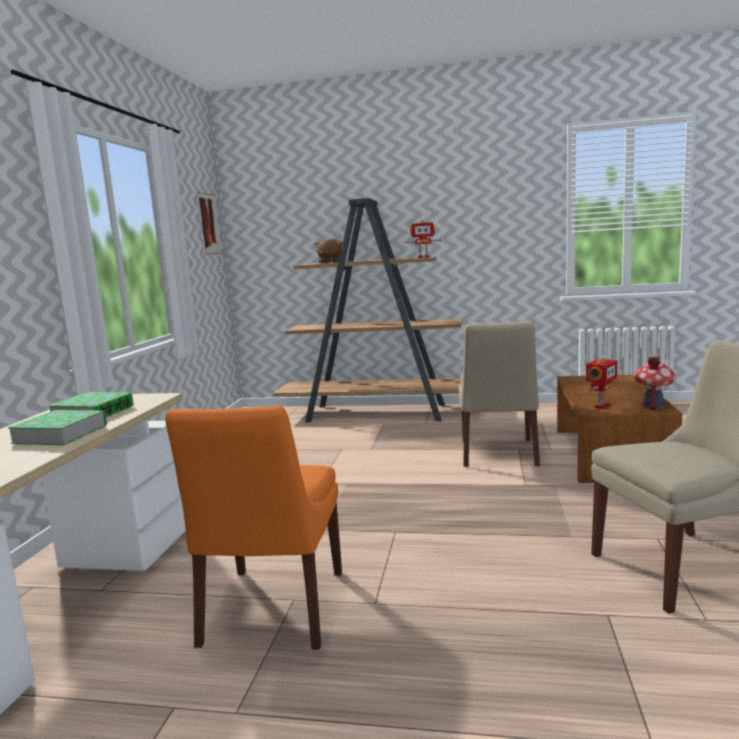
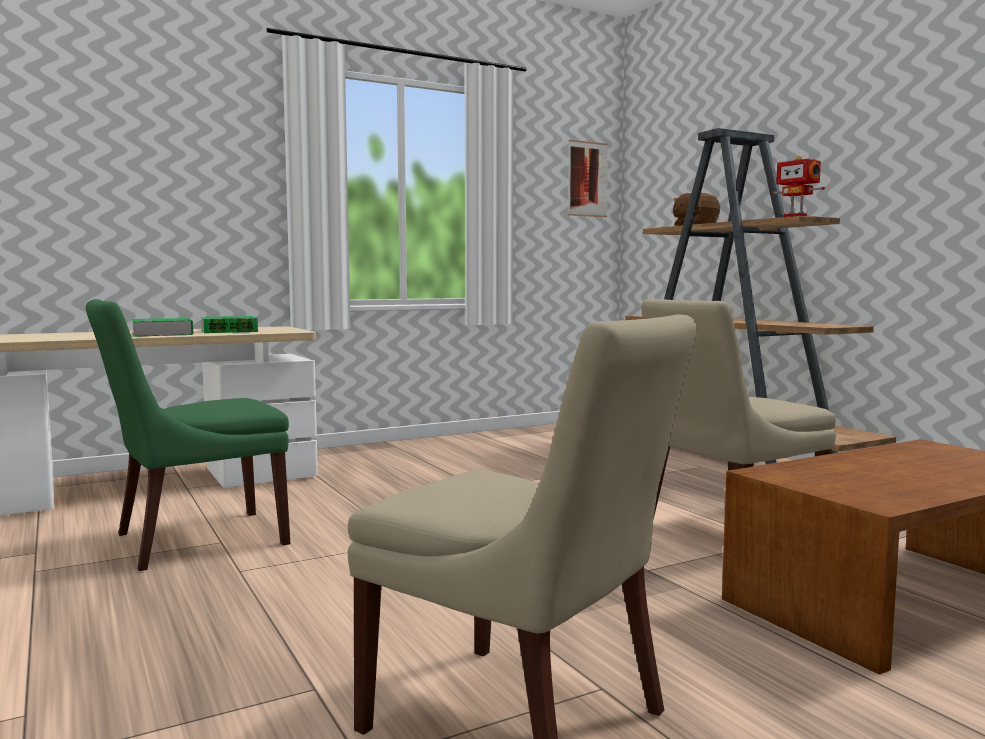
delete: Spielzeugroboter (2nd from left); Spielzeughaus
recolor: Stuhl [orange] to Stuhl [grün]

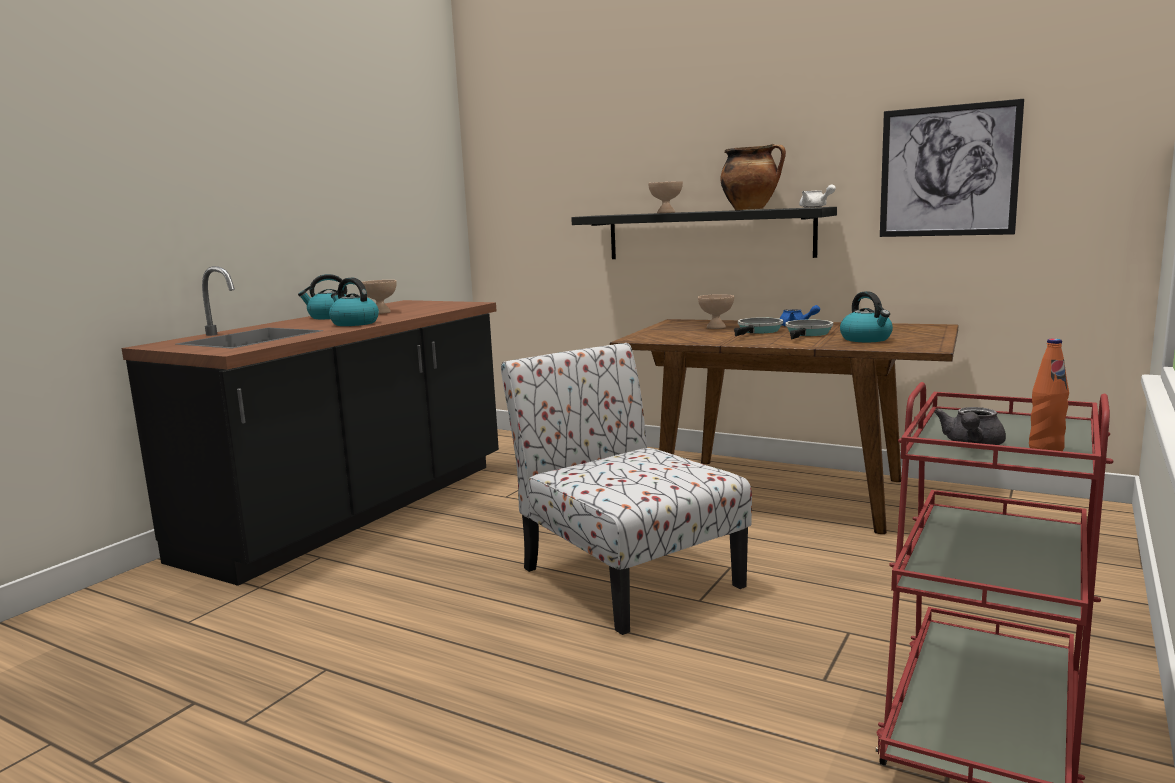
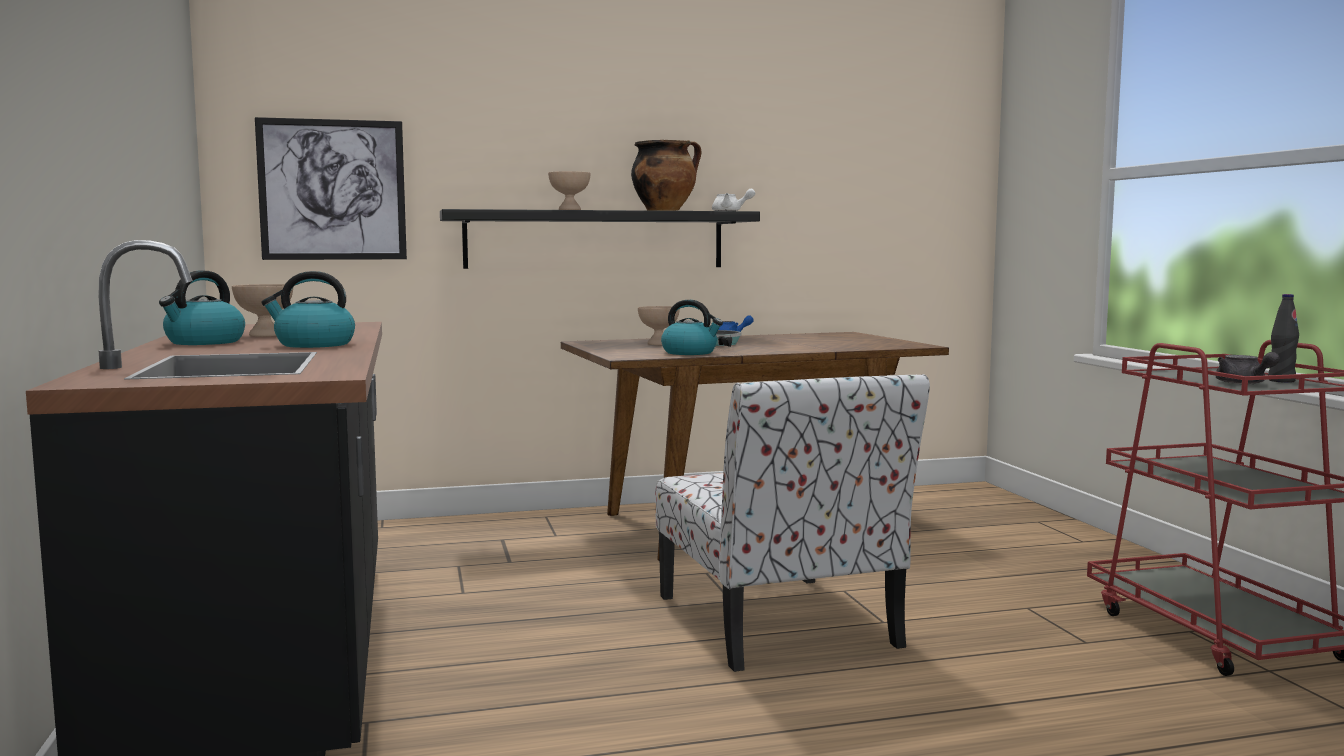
delete: Pfanne (2nd from left)
move: Wasserkessel (3rd from left); Bild
recolor: Flasche [orange] to Flasche [schwarz]
rotate: Stuhl 120 degrees counterclockwise

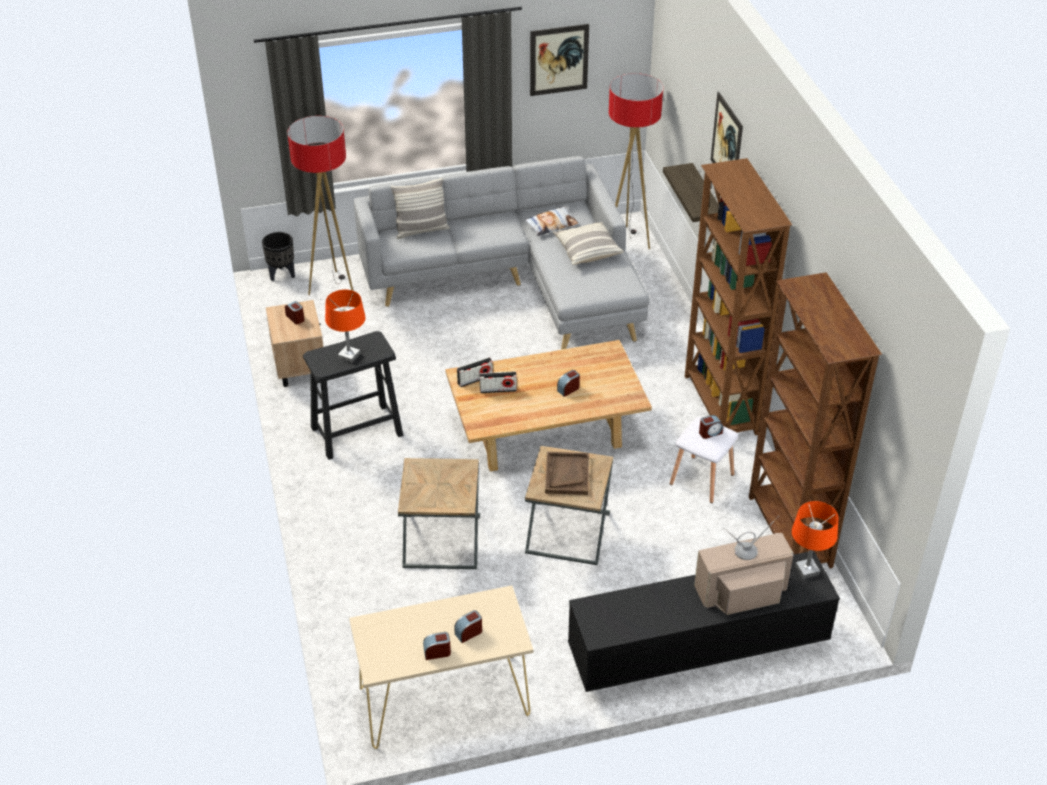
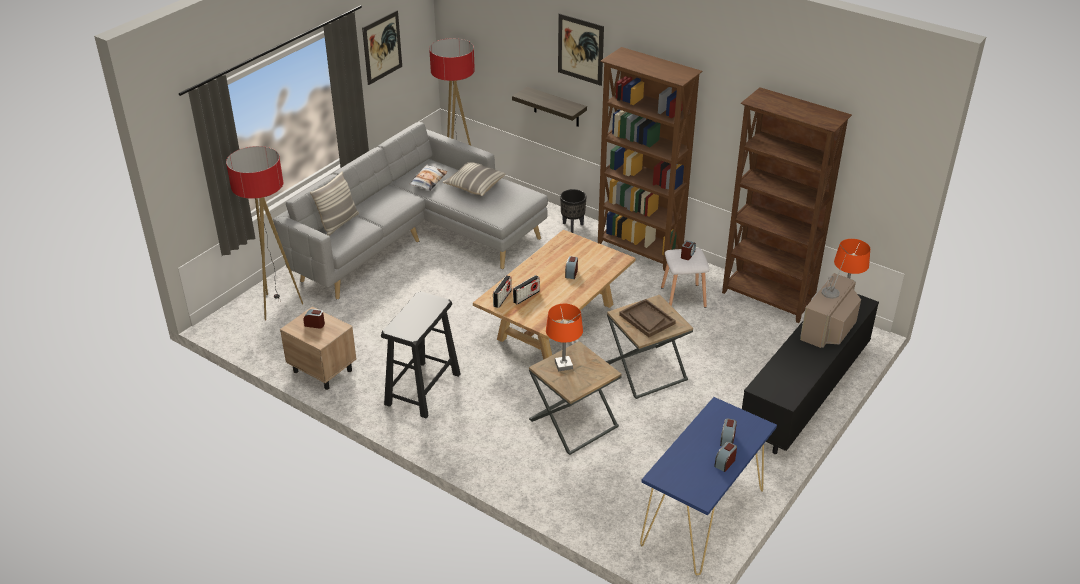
move: Pflanzkübel [schwarz]; Tischlampe [orange] (1st from left)
recolor: Konsolentisch [beige] to Konsolentisch [blau]

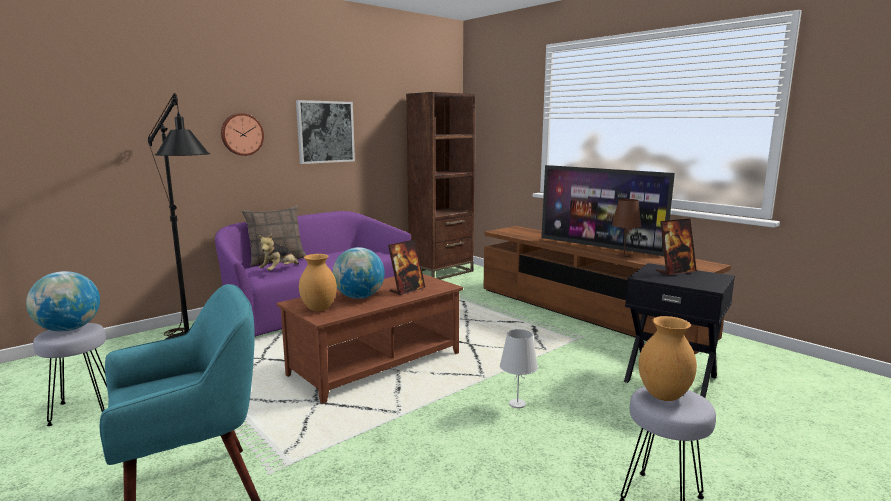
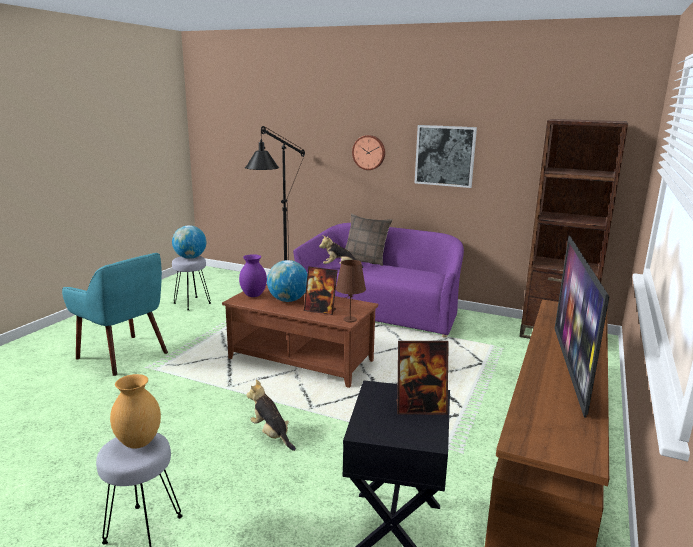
move: Tischlampe [braun]
replace: Tischlampe [weiß] to Plüschtier (1st from left)
recolor: Vase [braun] (1st from left) to Vase [lila]
rotate: Bilderrahmen (2nd from left) 45 degrees counterclockwise

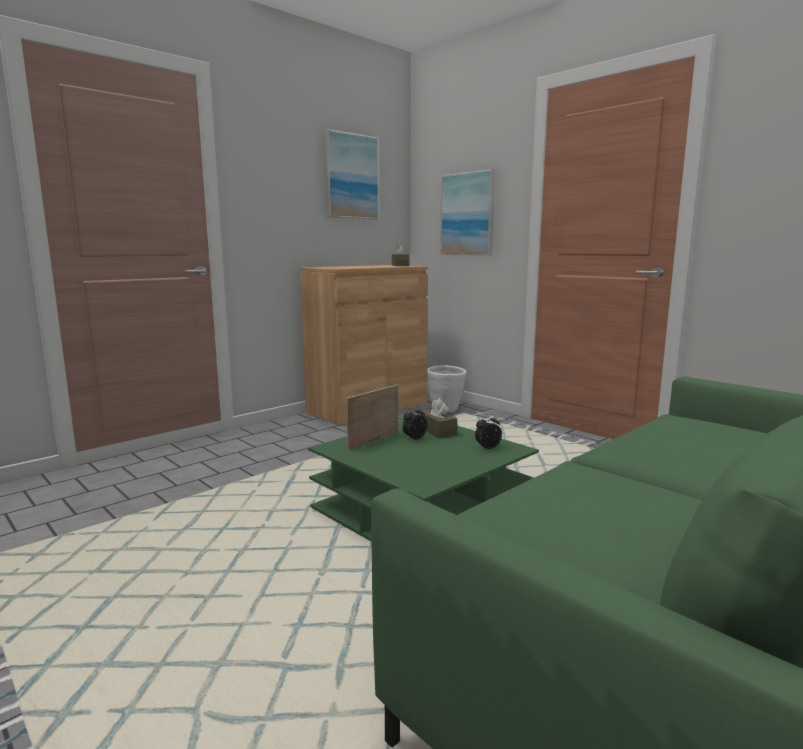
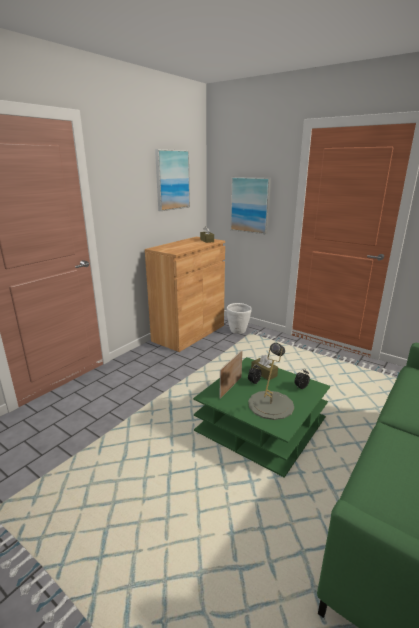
insert: Tischlampe [grau]

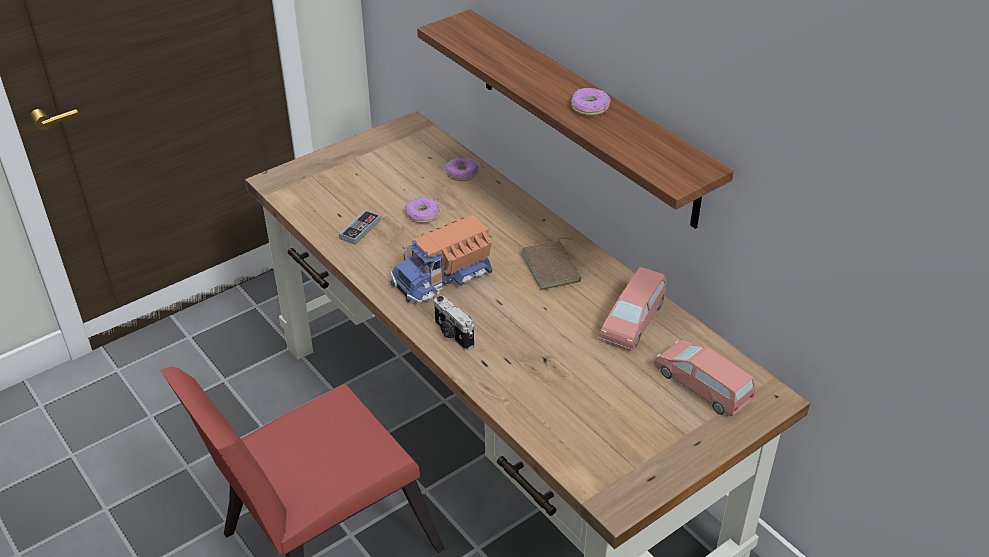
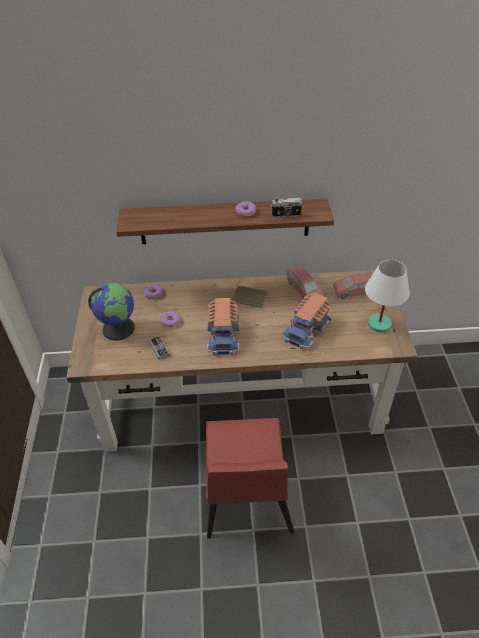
insert: Globus; Spielzeuglaster (2nd from left); Tischlampe [weiß]
move: Kamera

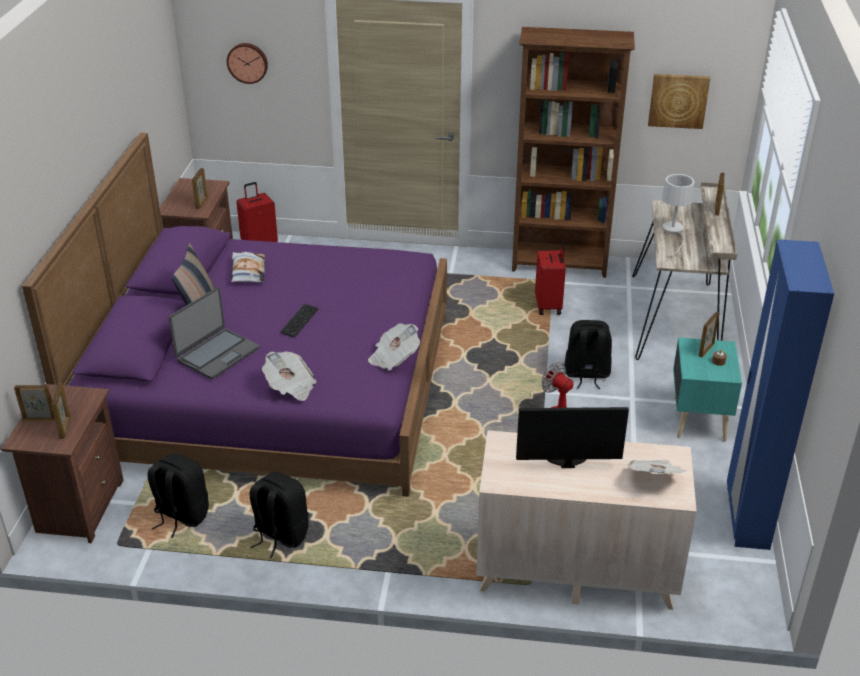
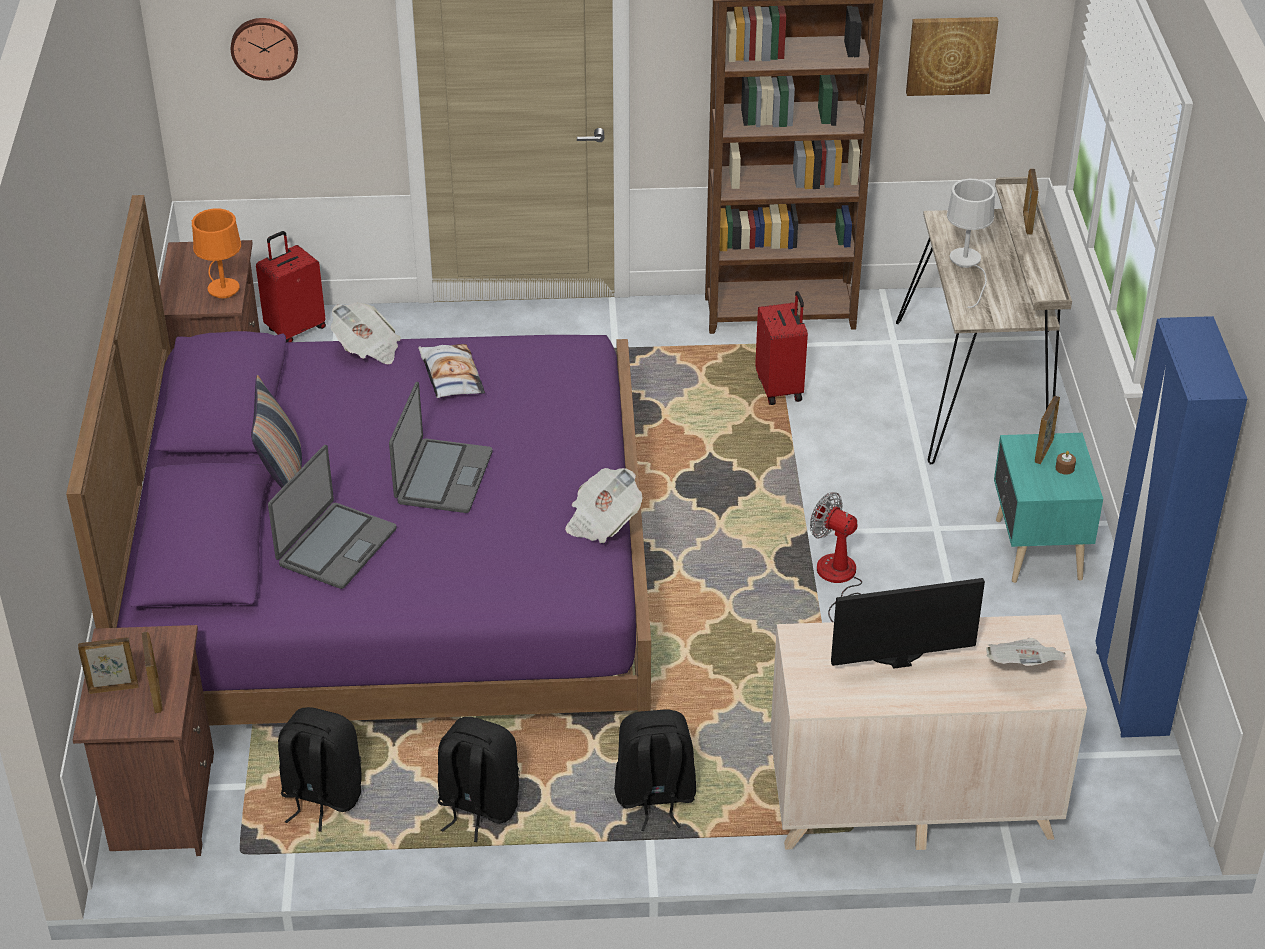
move: Kissen (2nd from left); Zeitung (1st from left); Rucksack [schwarz] (3rd from left)
replace: Bilderrahmen (3rd from left) to Tischlampe [orange]; Tastatur to Laptop (2nd from left)

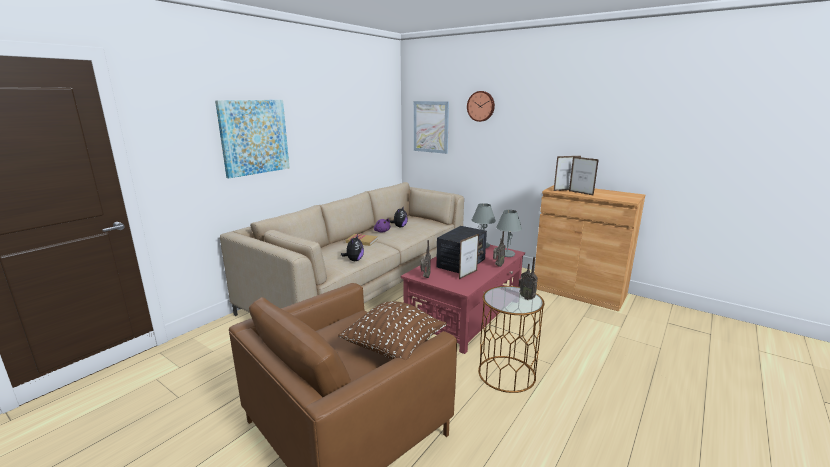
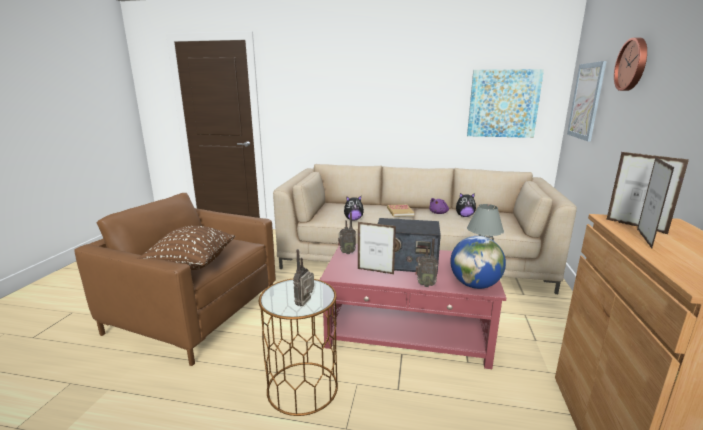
move: Bild (1st from left)
replace: Tischlampe [grau] (2nd from left) to Globus

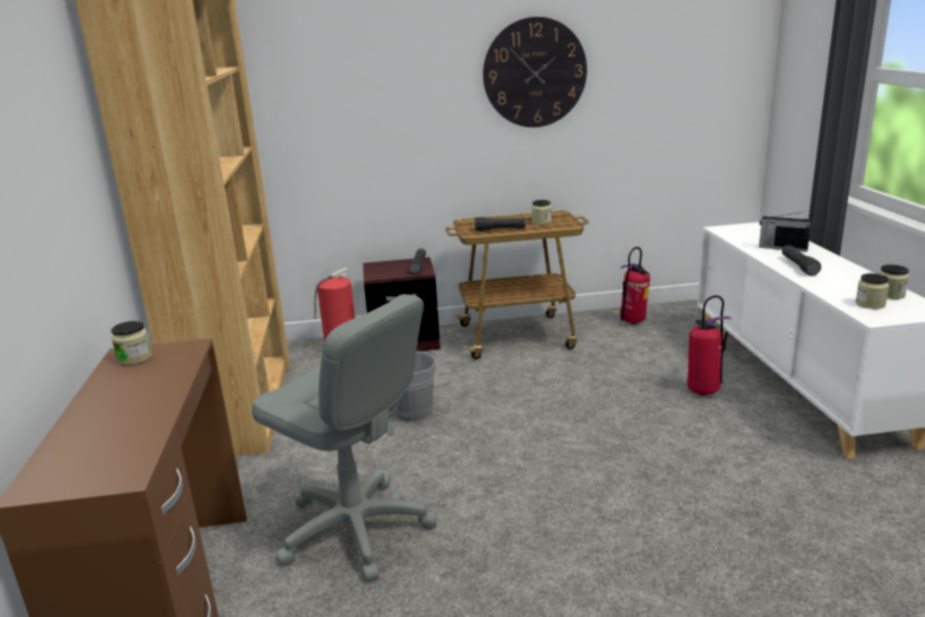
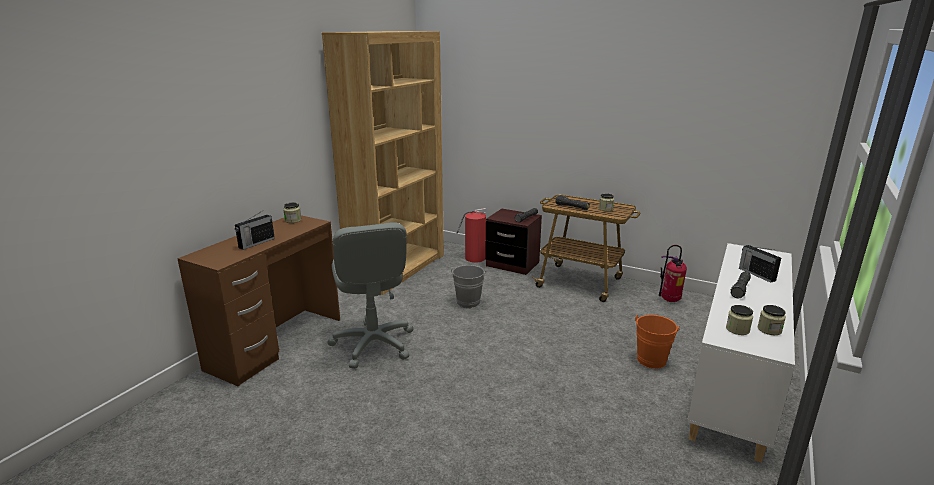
delete: Wanduhr
insert: Radio (1st from left)
replace: Feuerlöscher (3rd from left) to Eimer [orange]

